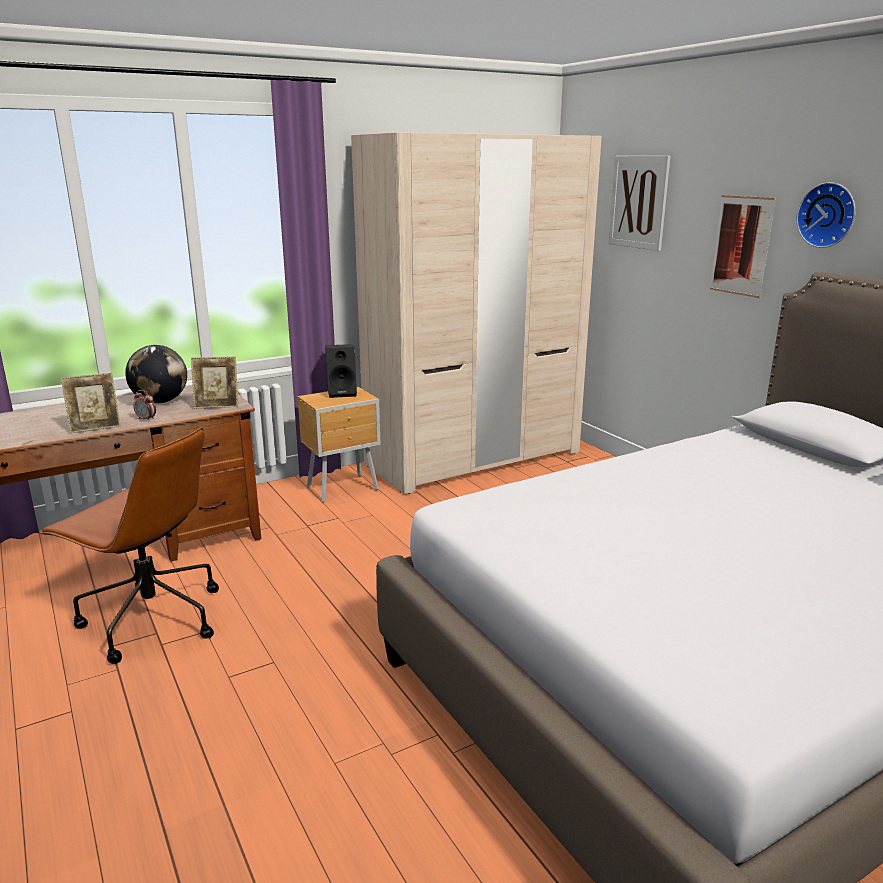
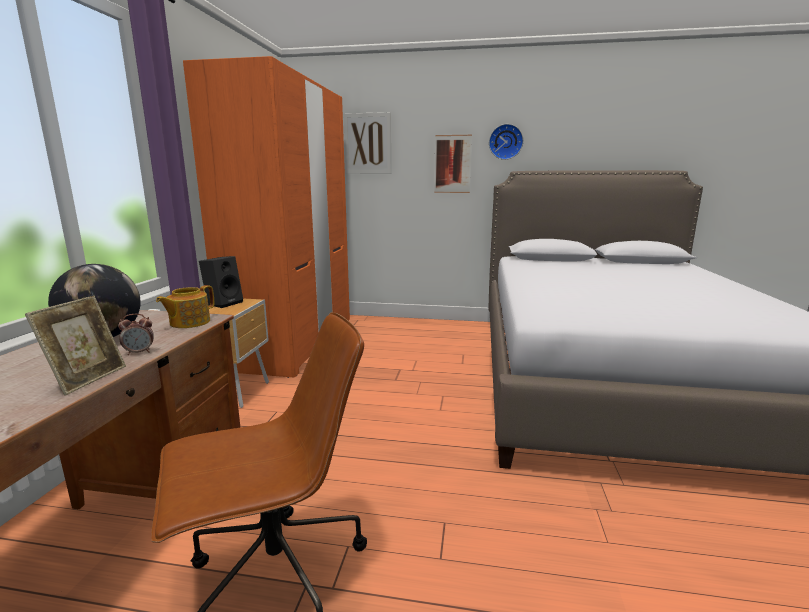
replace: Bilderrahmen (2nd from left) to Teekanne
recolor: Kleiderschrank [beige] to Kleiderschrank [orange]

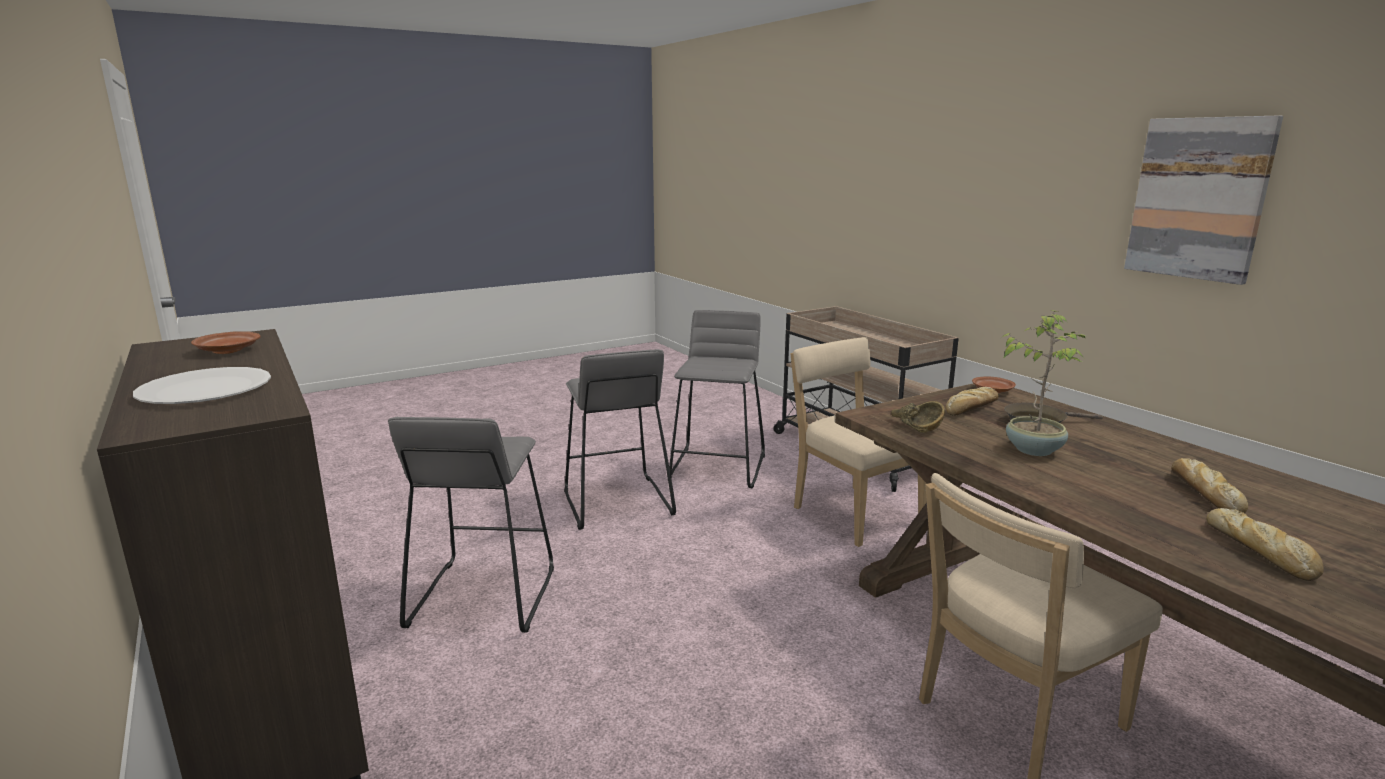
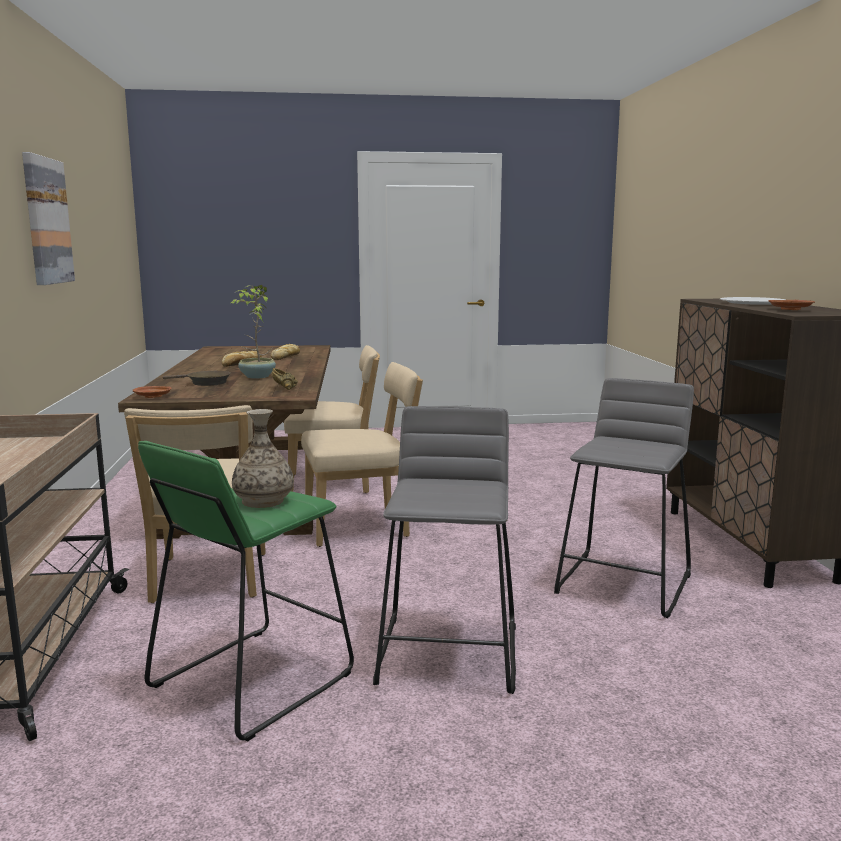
delete: Brot (1st from left)
insert: Vase; Stuhl [beige] (3rd from left)
recolor: Hocker [grau] (3rd from left) to Hocker [grün]

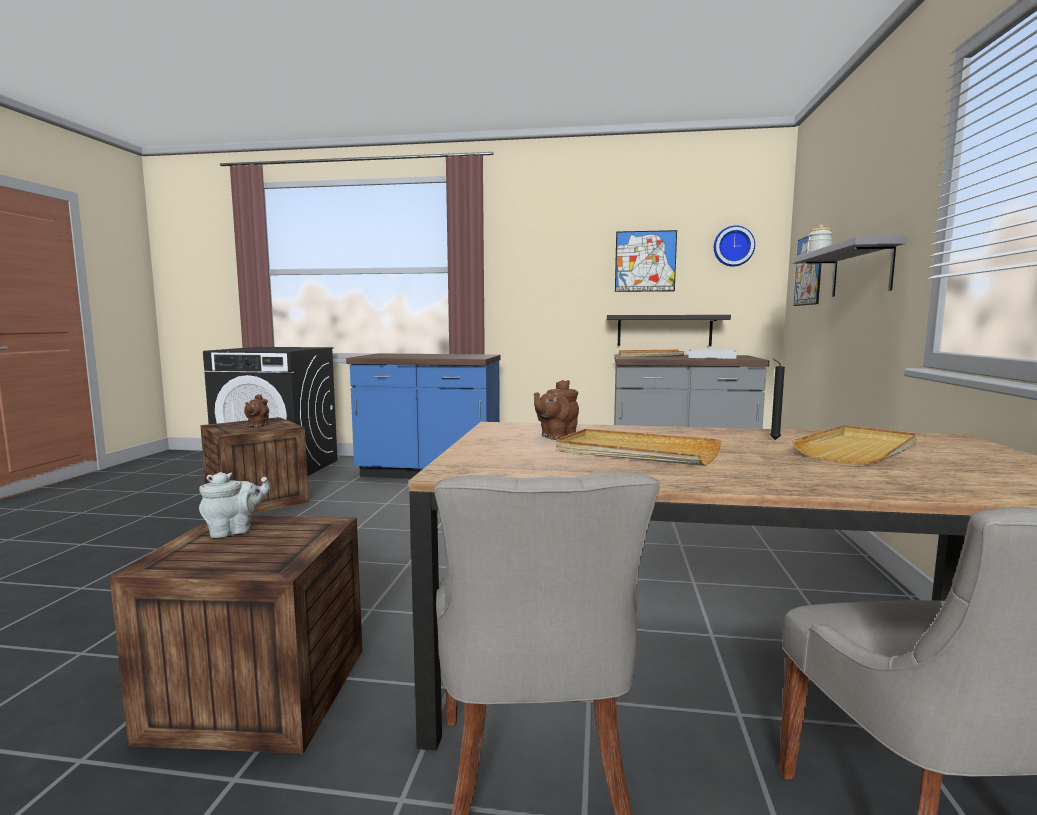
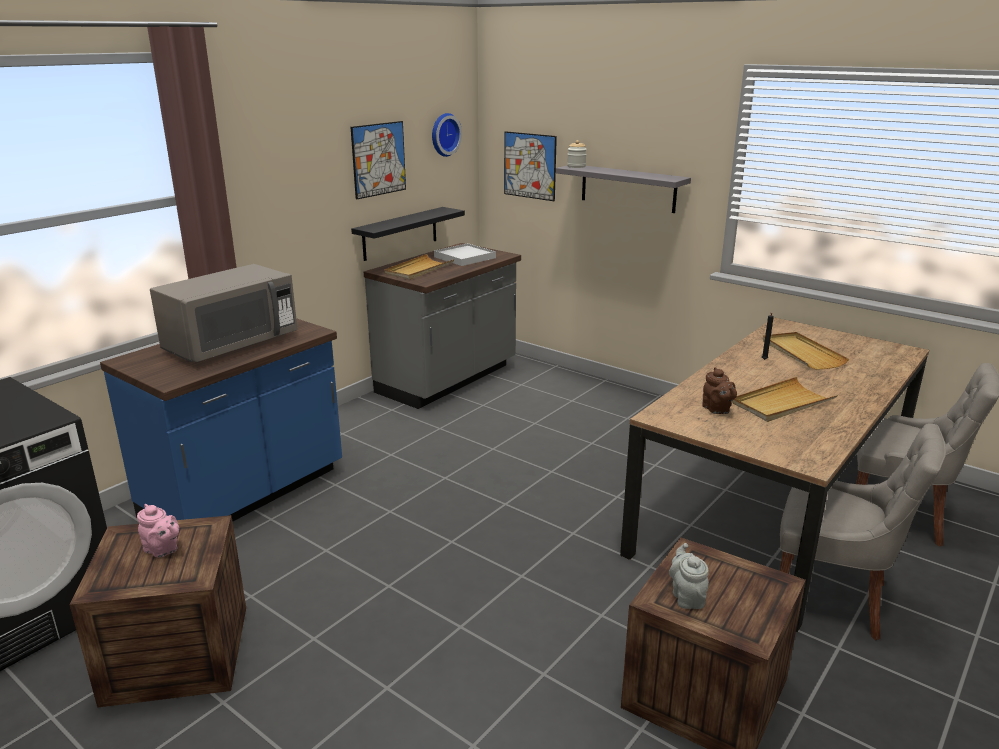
insert: Mikrowelle [grau]
recolor: Teekanne [braun] (1st from left) to Teekanne [rosa]

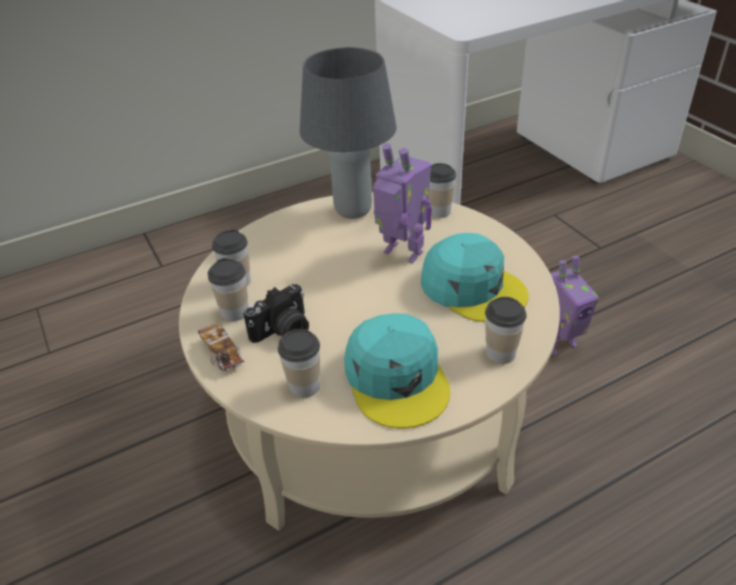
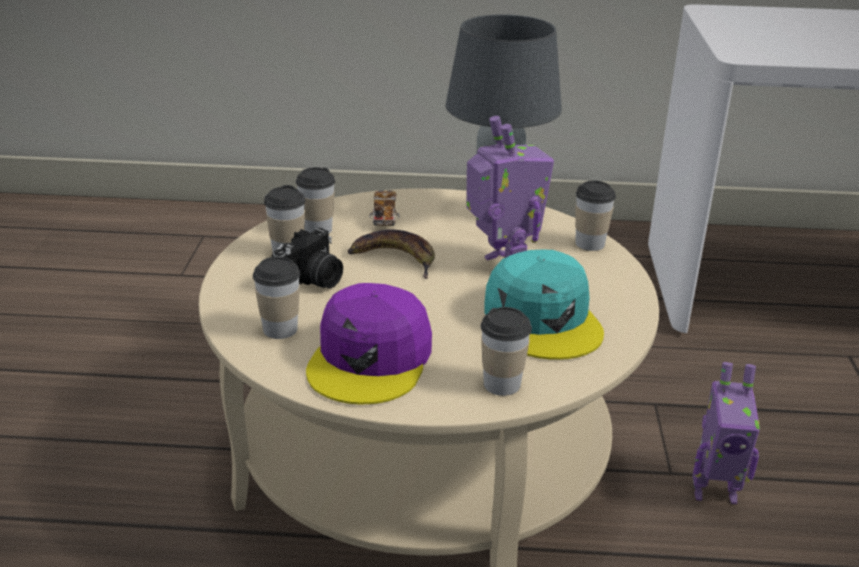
insert: Banane
move: Spielzeugauto
recolor: Kappe [türkis] (1st from left) to Kappe [lila]
rotate: Kamera 45 degrees counterclockwise

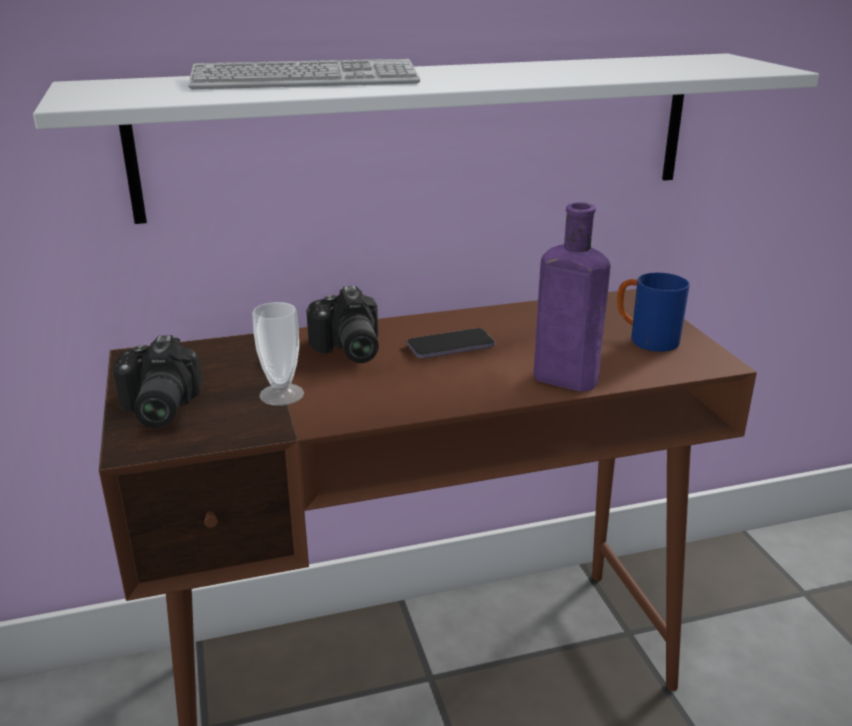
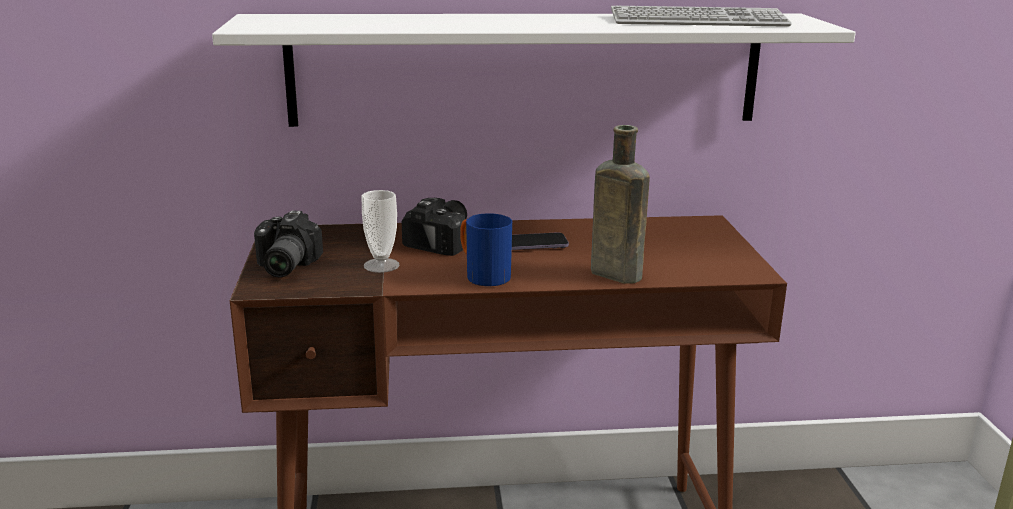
move: Tastatur; Henkelbecher [blau]
recolor: Flasche [lila] to Flasche [braun]
rotate: Kamera (2nd from left) 150 degrees counterclockwise

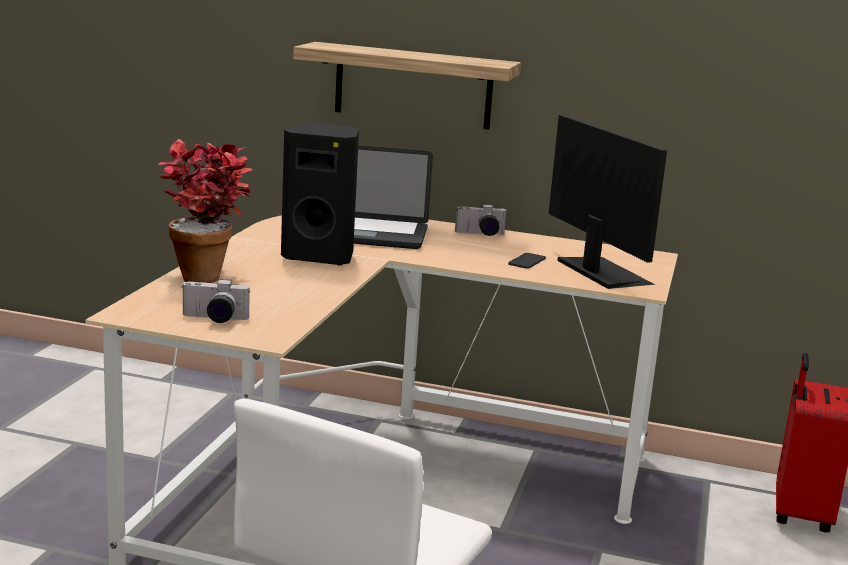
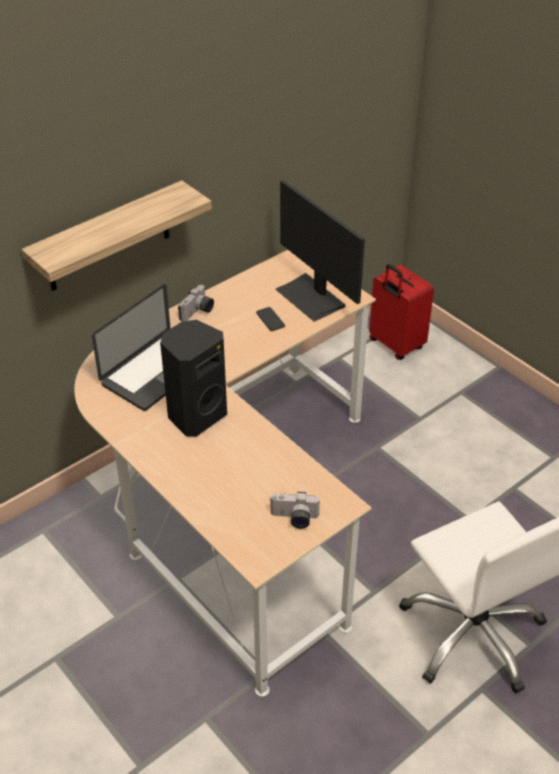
delete: Topfpflanze
rotate: Kamera (1st from left in the first image) 60 degrees clockwise; Monitor 135 degrees counterclockwise

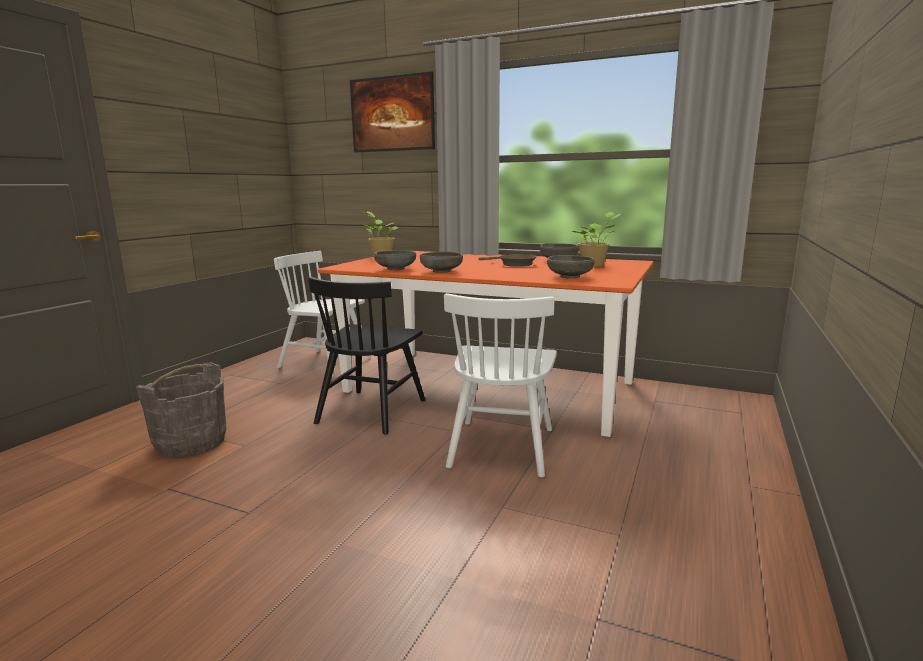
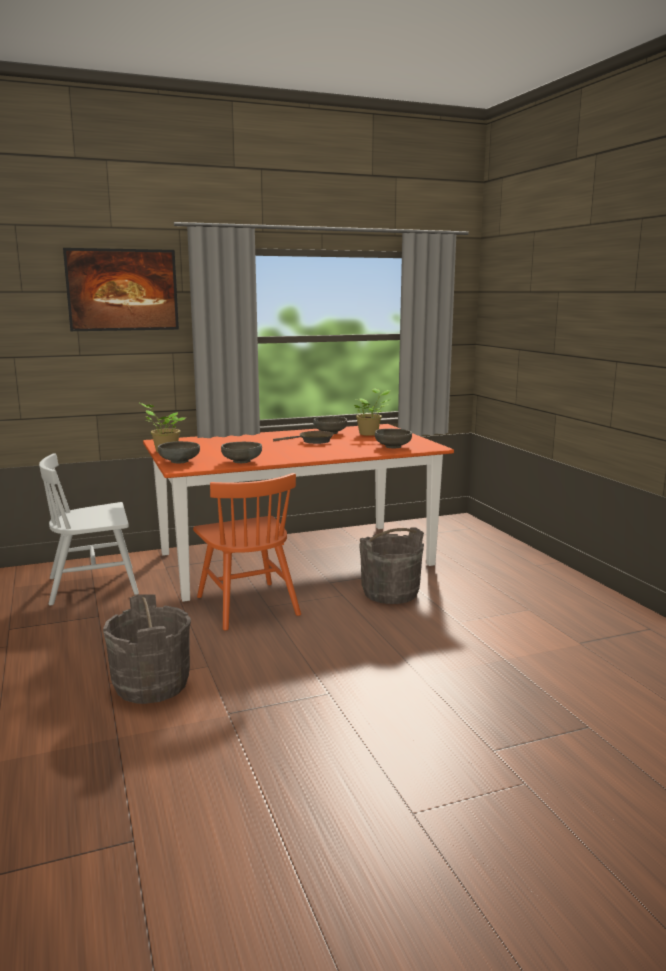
move: Schüssel [grau] (2nd from left in the first image) to Schüssel [grau] (1st from left)
replace: Stuhl [weiß] (2nd from left) to Eimer [grau] (2nd from left)
recolor: Stuhl [schwarz] to Stuhl [orange]

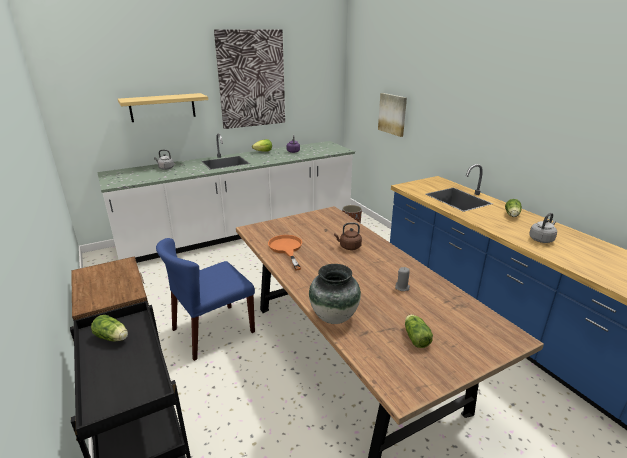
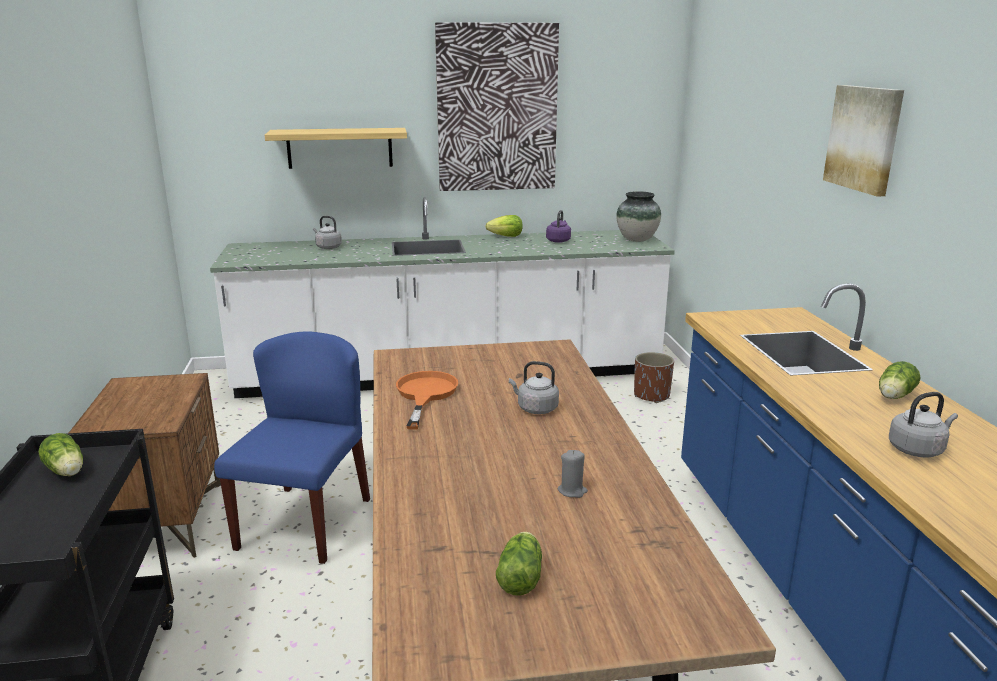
move: Vase; Bild (2nd from left)
recolor: Wasserkessel [braun] to Wasserkessel [grau] (2nd from left)
rotate: Stuhl [blau] 120 degrees clockwise

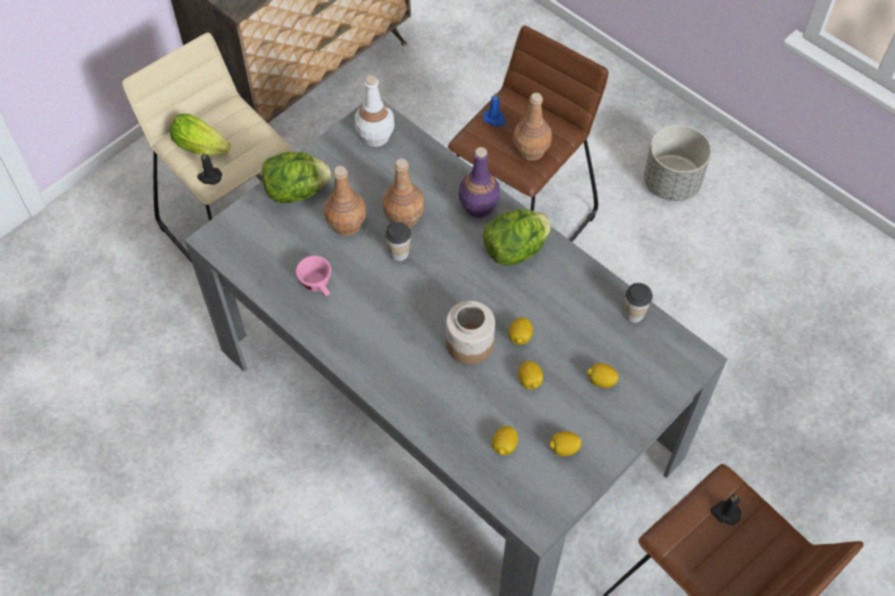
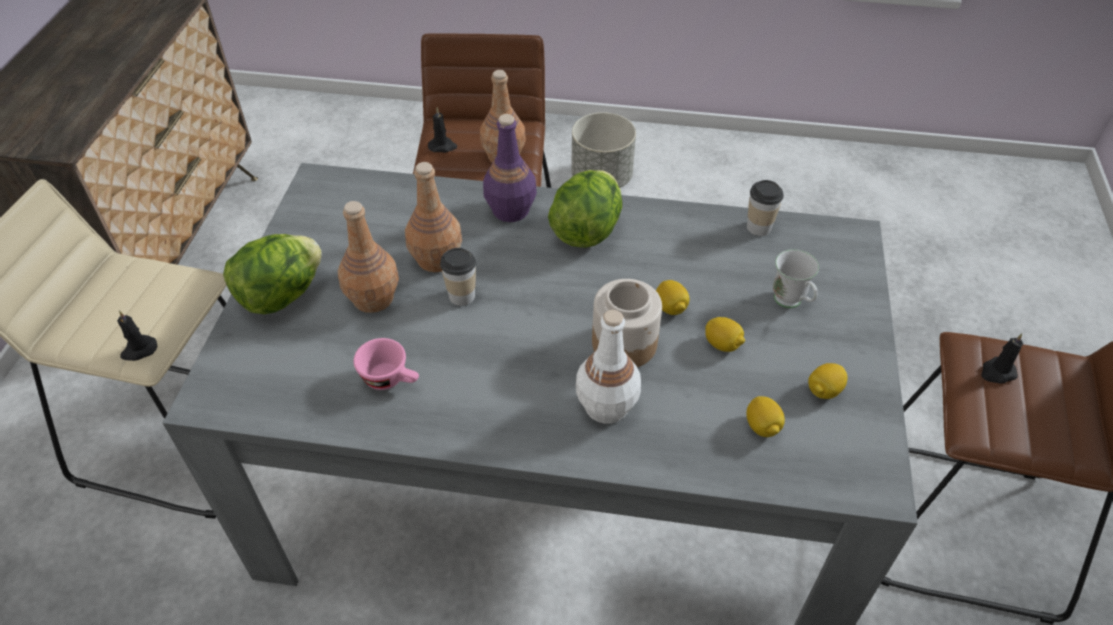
delete: Salatkopf (1st from left)
move: Flasche [weiß]
replace: Zitrone (5th from left) to Henkelbecher [weiß]
recolor: Kerze [blau] to Kerze [schwarz] (2nd from left)

